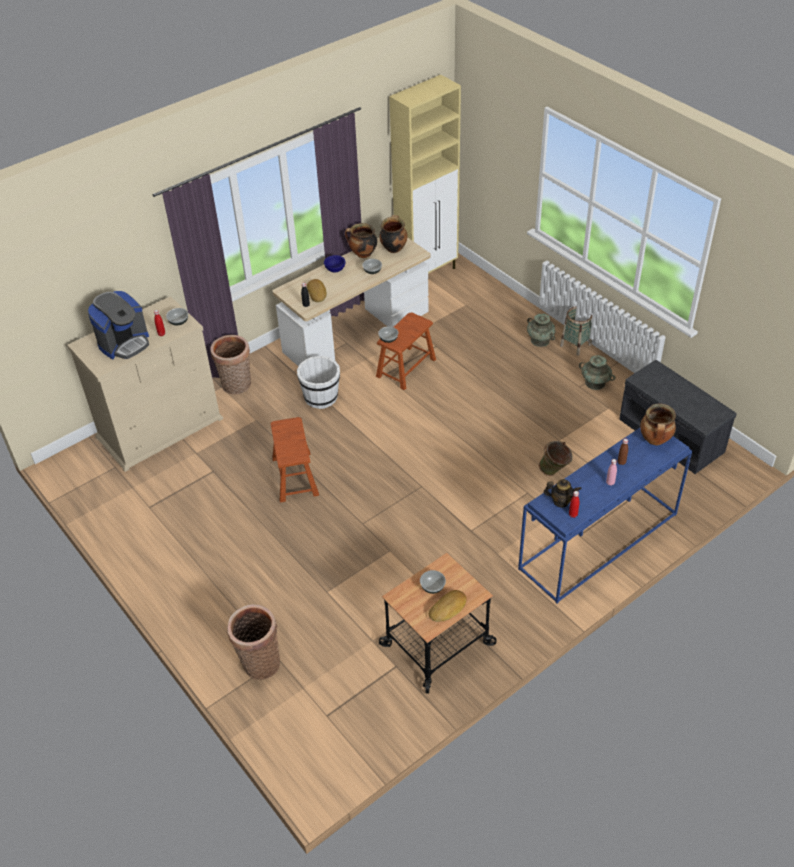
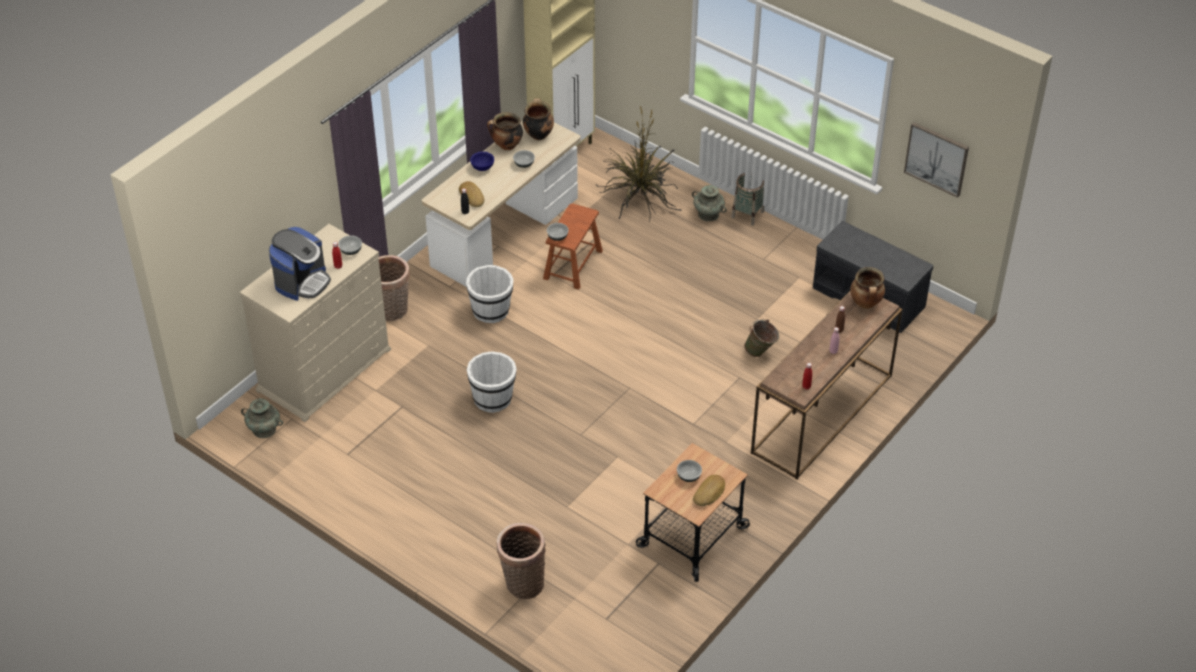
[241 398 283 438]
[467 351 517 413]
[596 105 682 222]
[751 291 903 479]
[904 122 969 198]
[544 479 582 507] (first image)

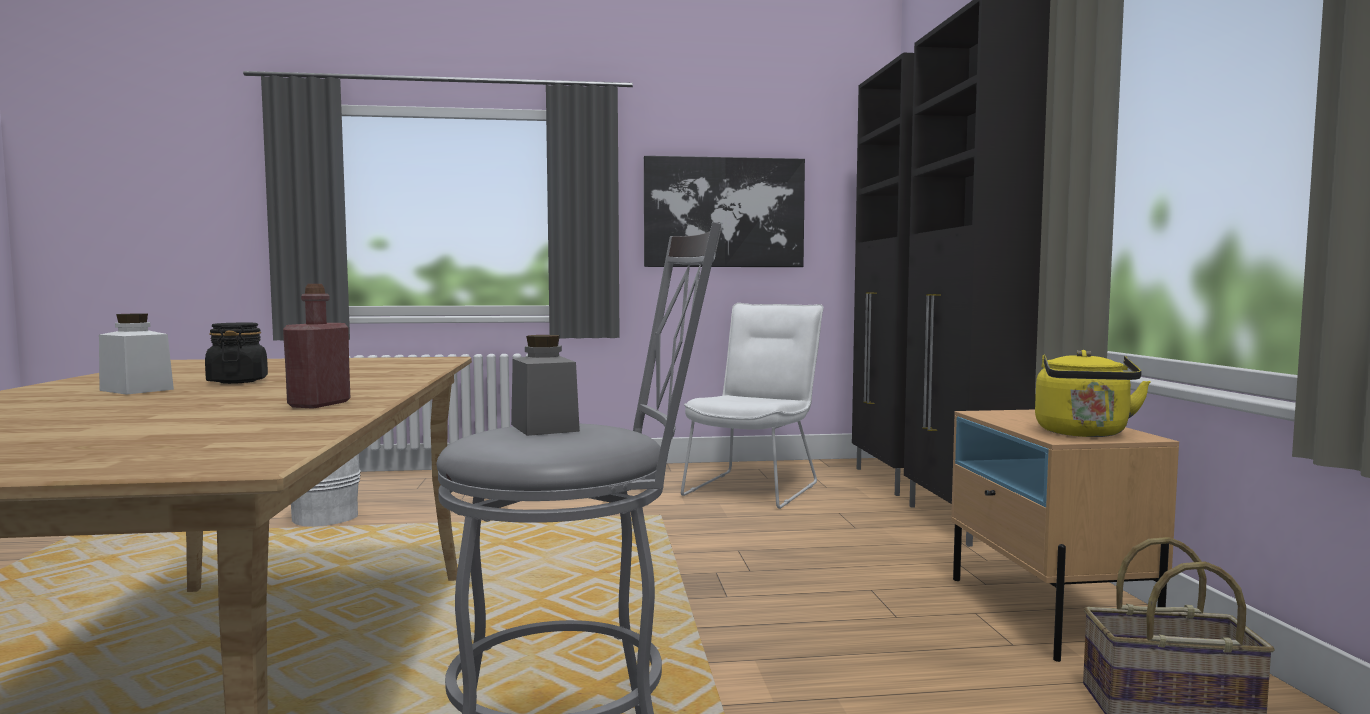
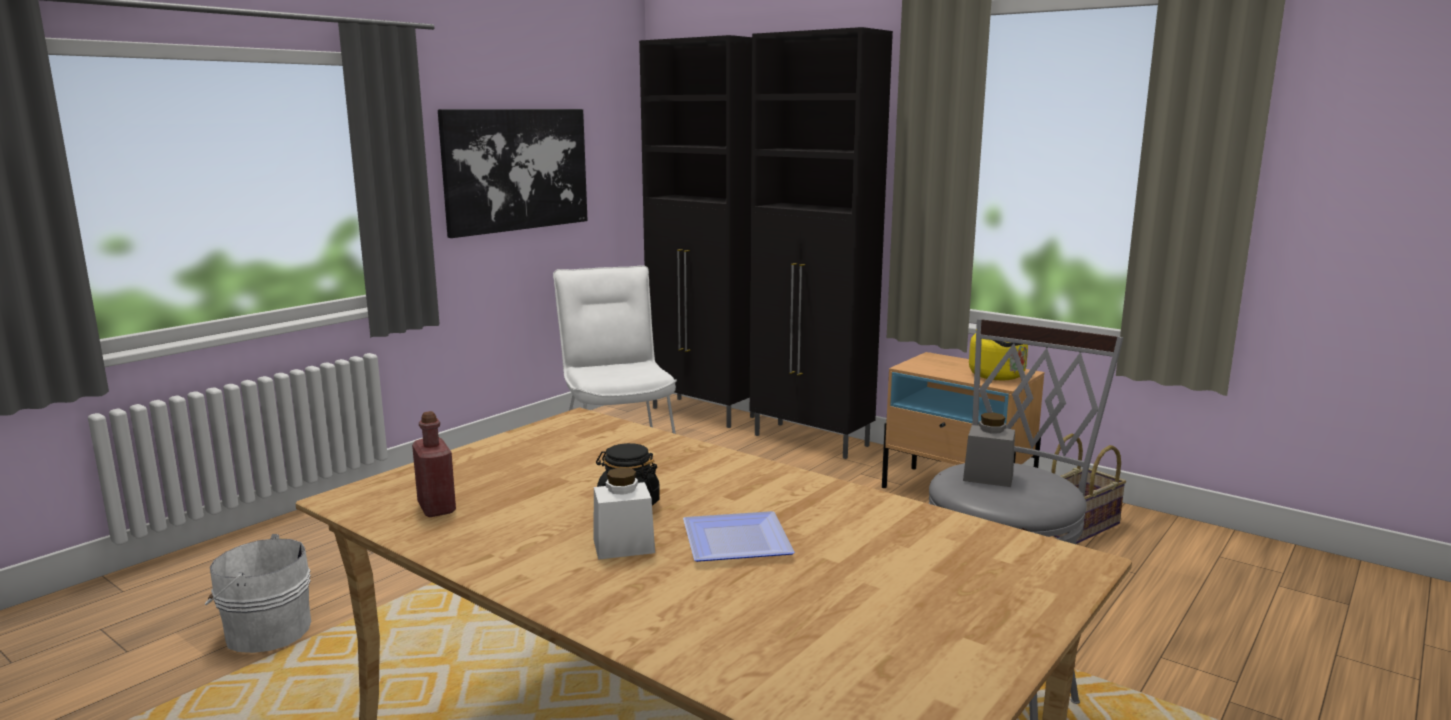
[412 411 456 517]
[683 511 795 562]

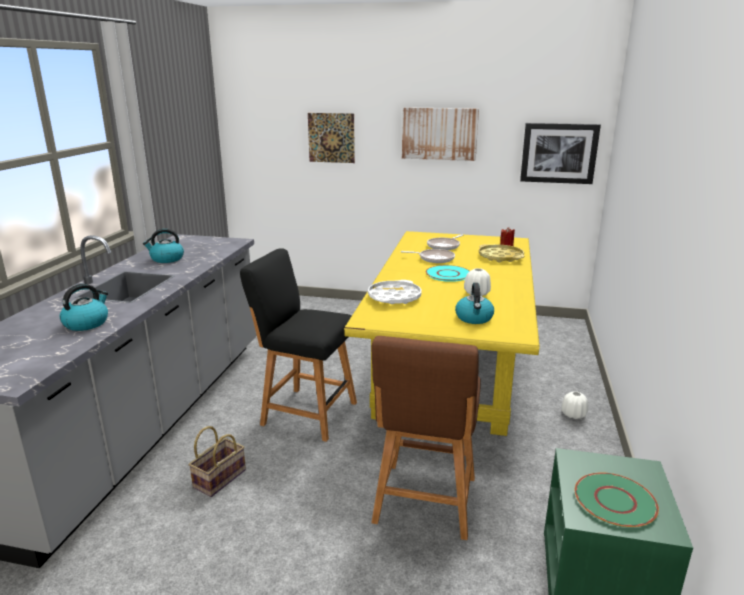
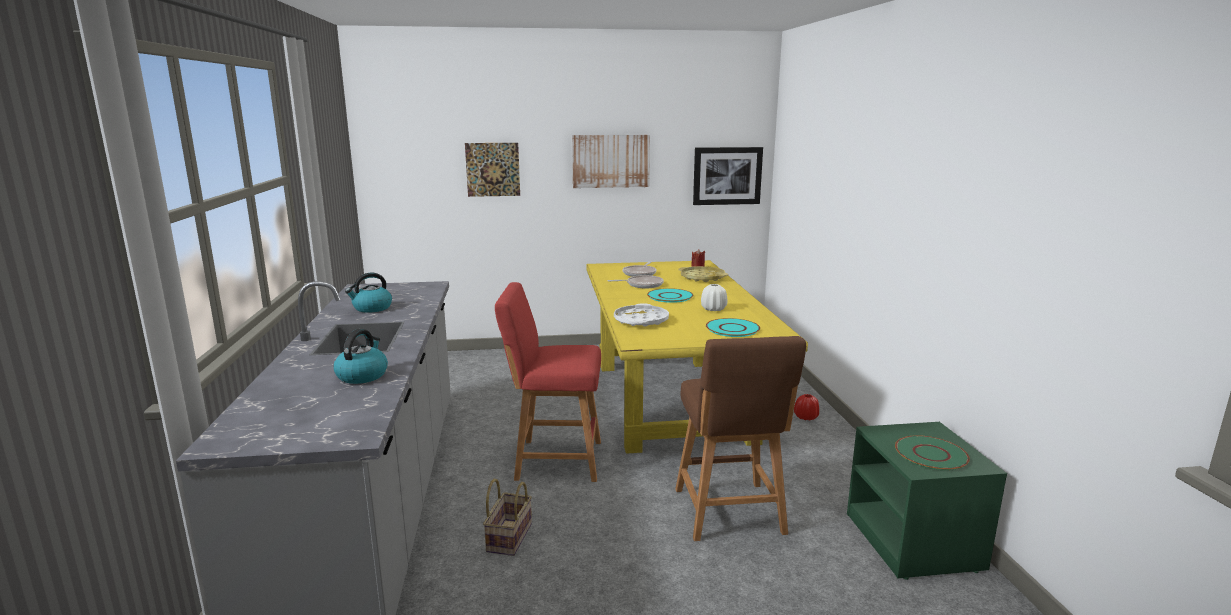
[495 282 601 482]
[706 318 760 337]
[794 394 819 421]

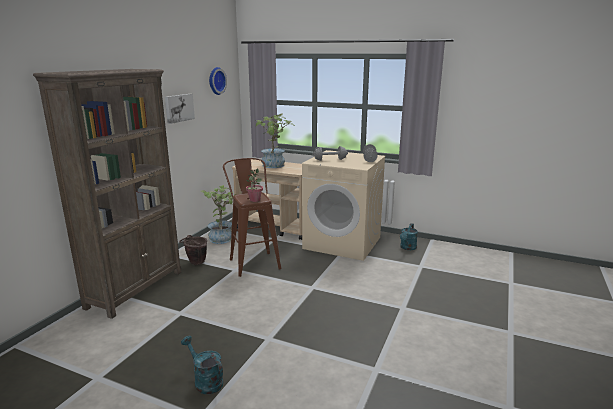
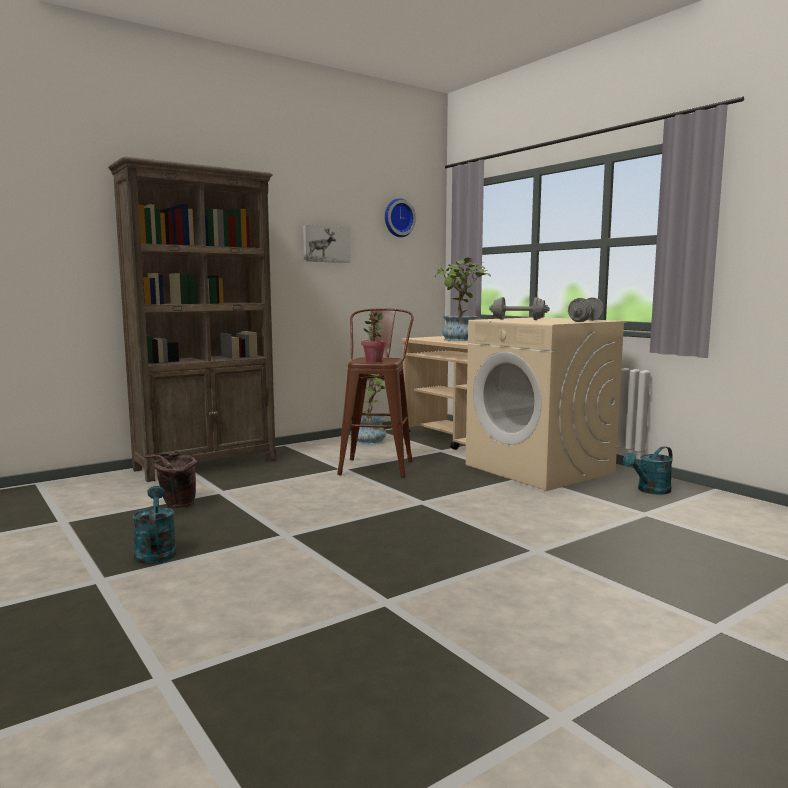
[144 451 197 508]

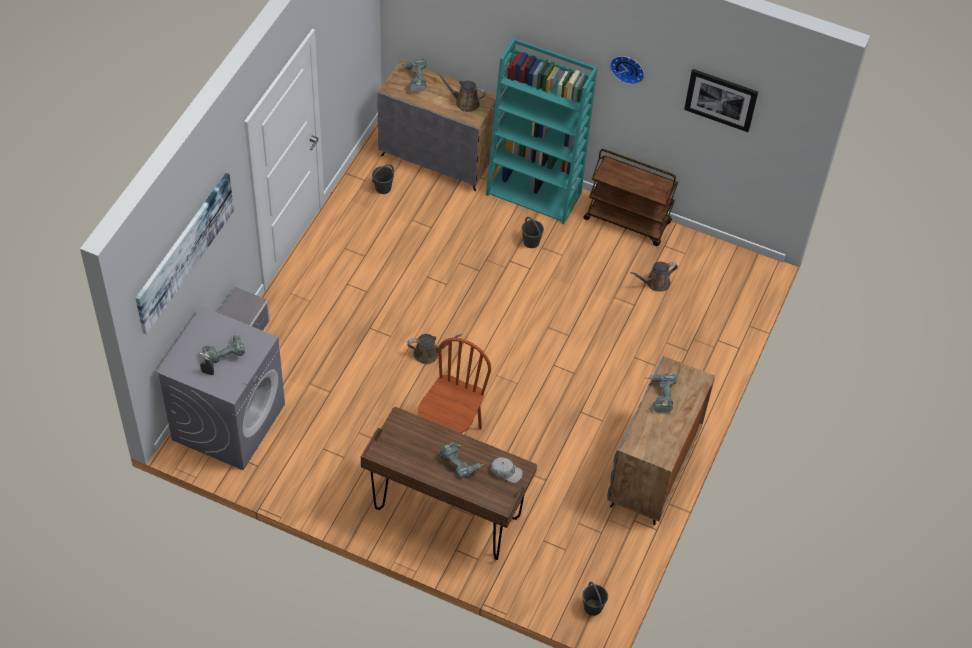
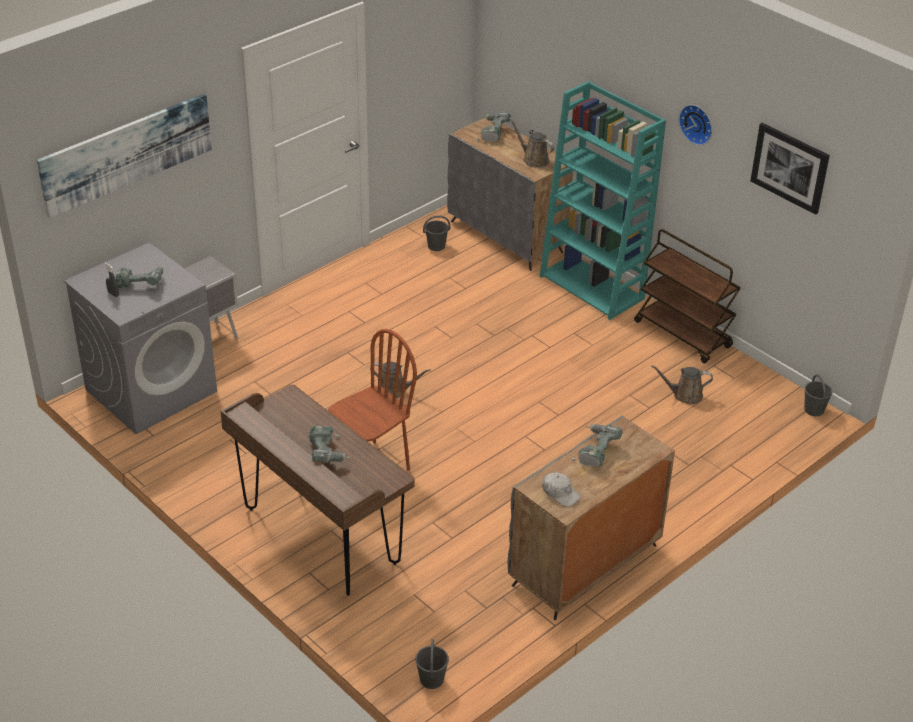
[542 473 581 507]
[804 374 833 416]

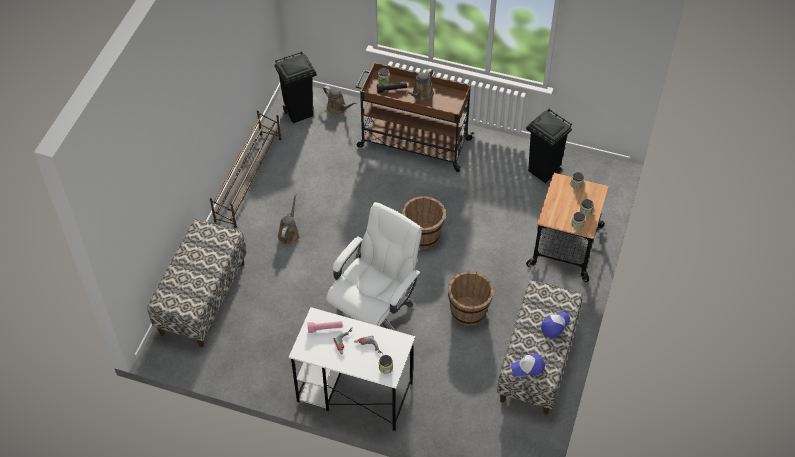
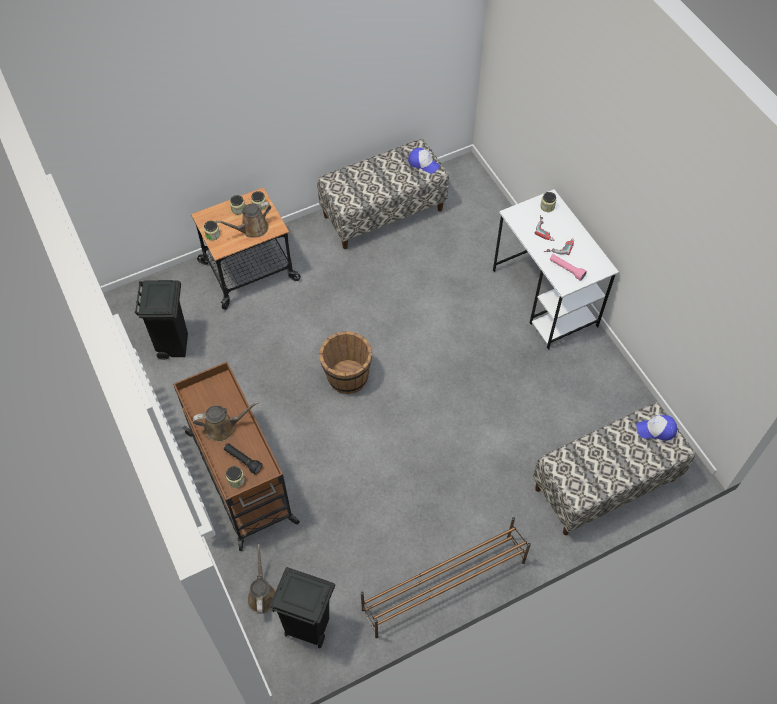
[216 202 271 238]
[637 415 677 441]
[326 202 422 331] (first image)
[448 271 494 326] (first image)

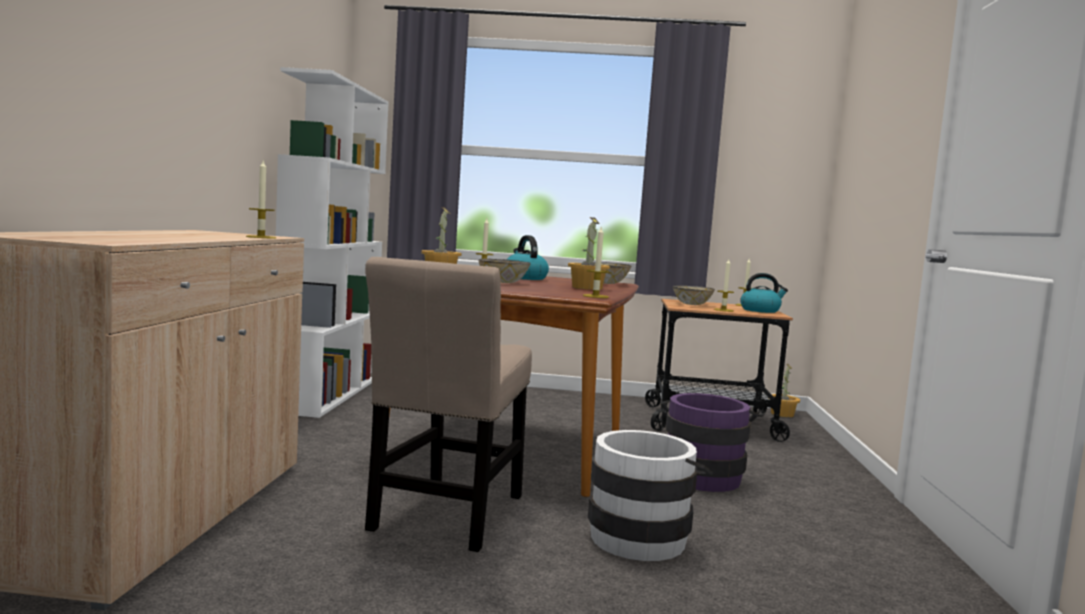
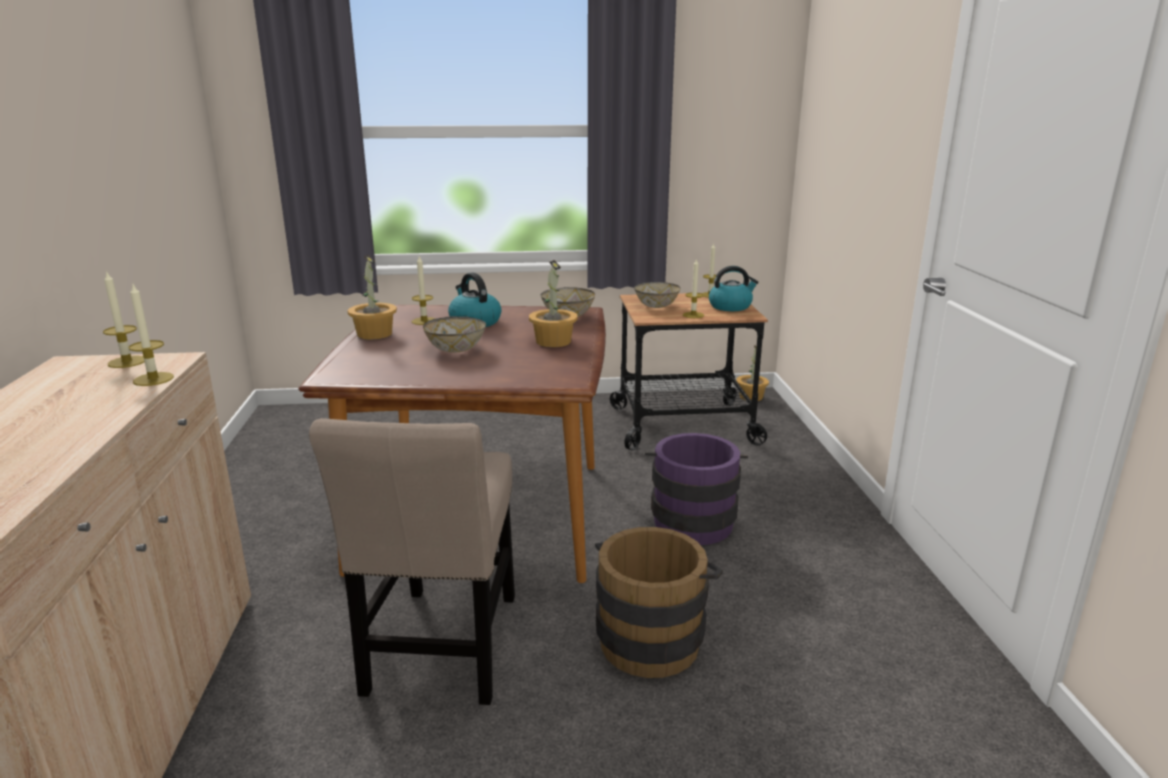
[103 270 144 368]
[595 527 723 678]
[276 67 389 418] (first image)

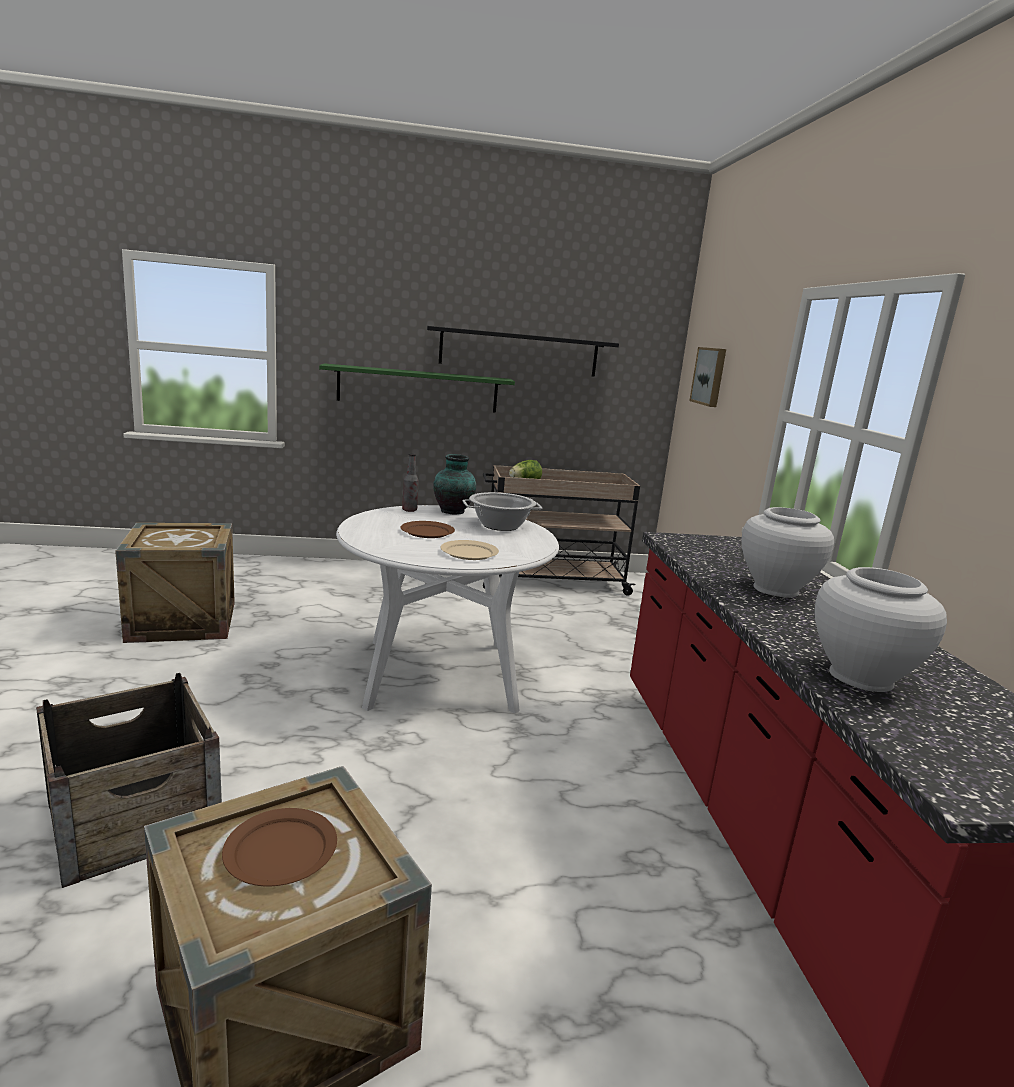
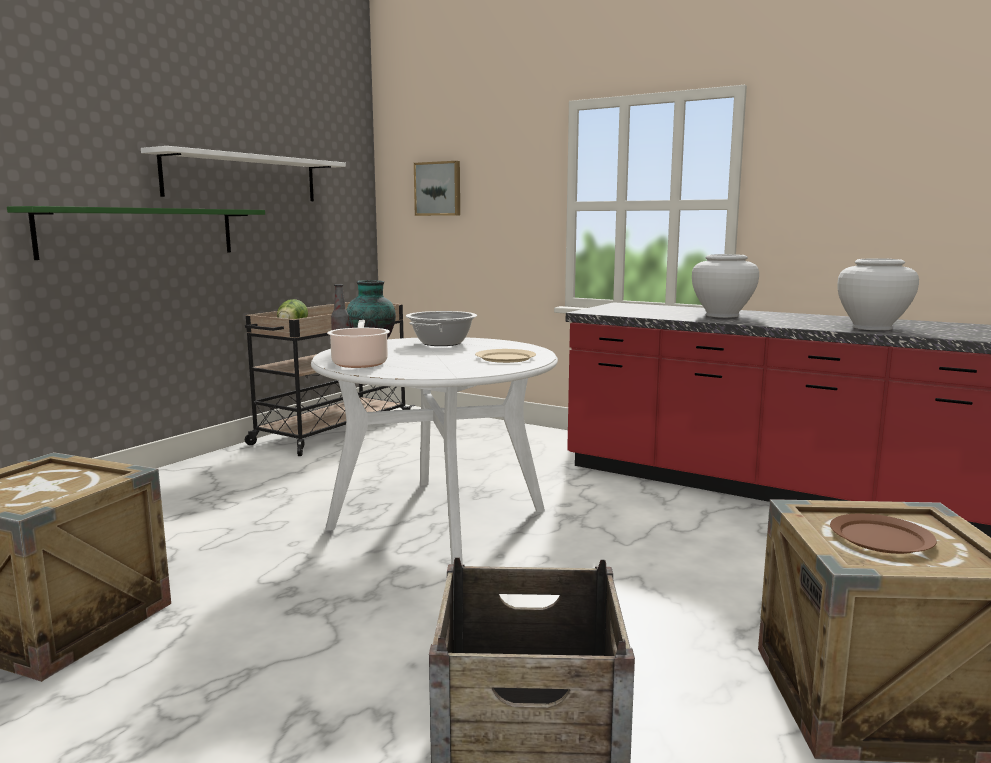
[141 146 346 201]
[327 320 390 368]
[401 521 455 538] (first image)

